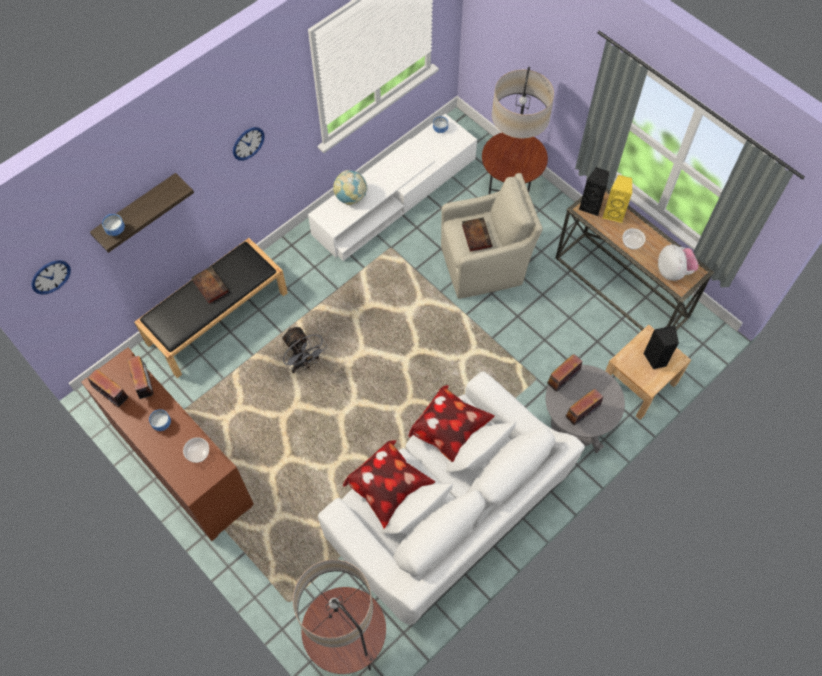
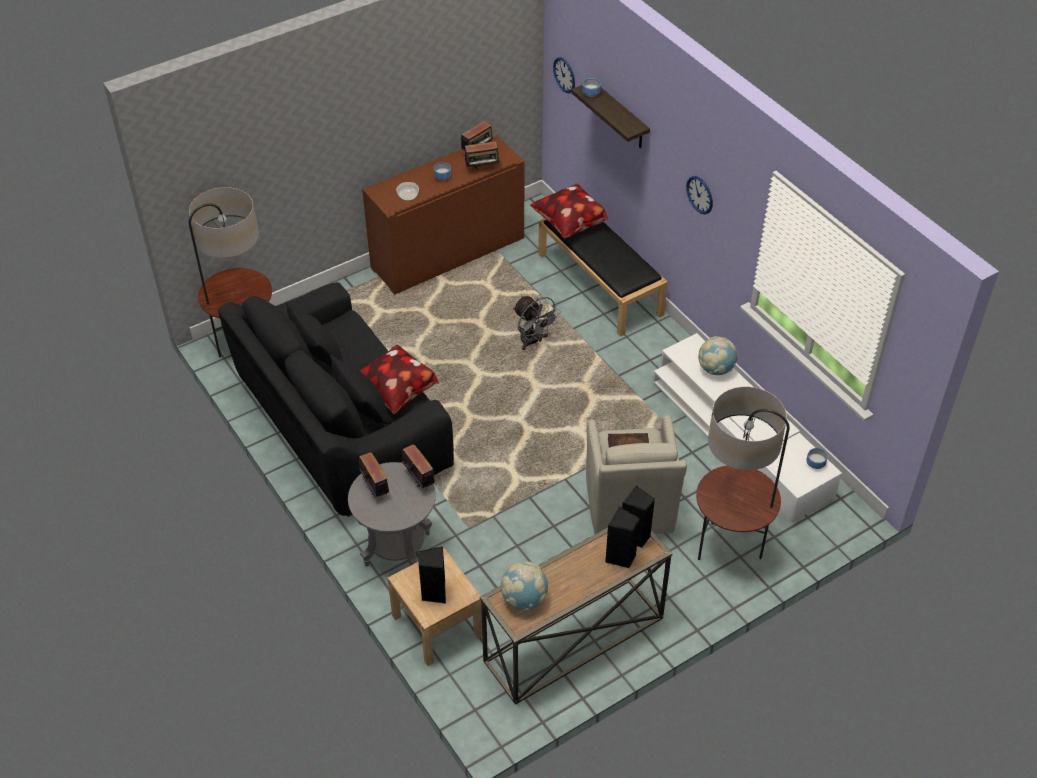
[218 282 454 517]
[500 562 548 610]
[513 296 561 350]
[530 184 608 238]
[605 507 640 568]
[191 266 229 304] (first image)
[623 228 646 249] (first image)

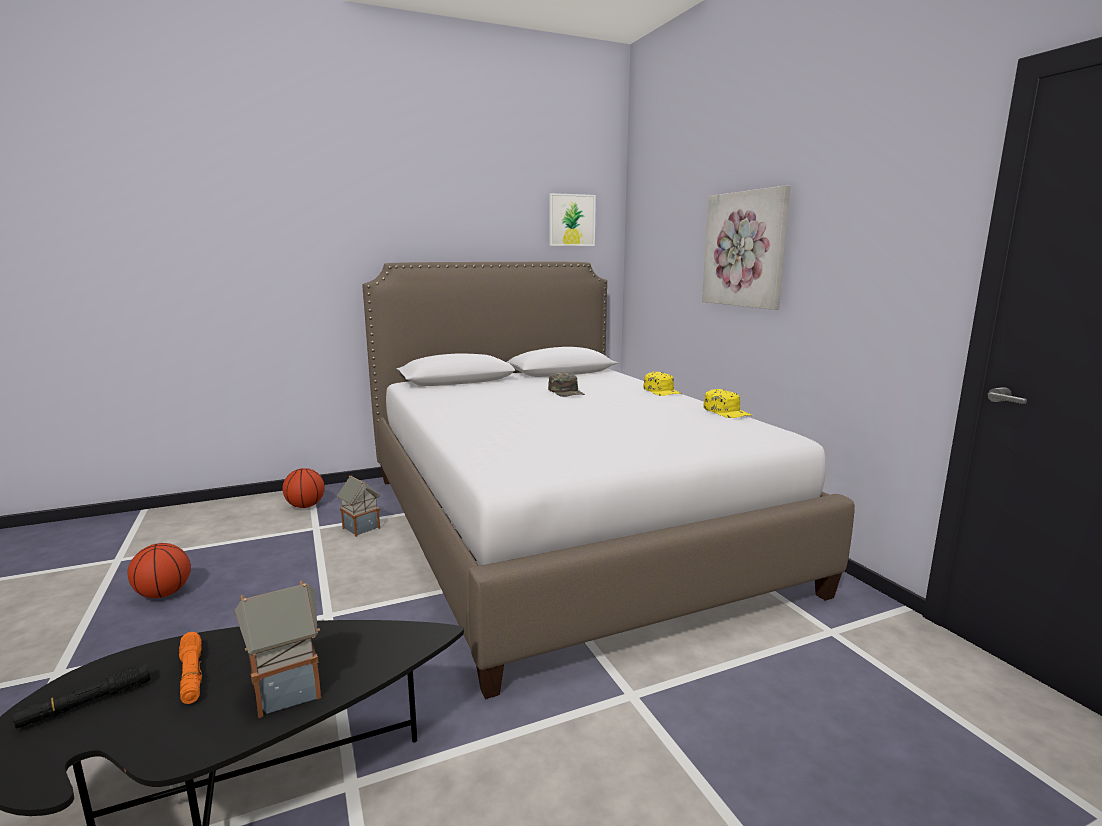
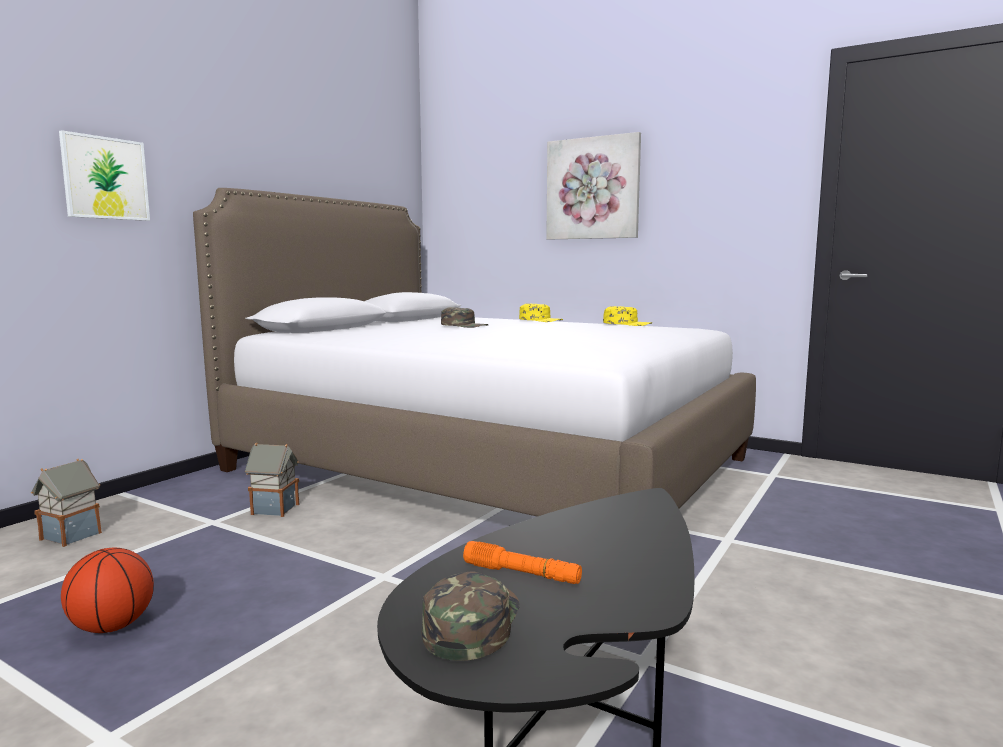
[31 459 102 547]
[59 130 150 221]
[421 571 520 661]
[282 468 325 508] (first image)

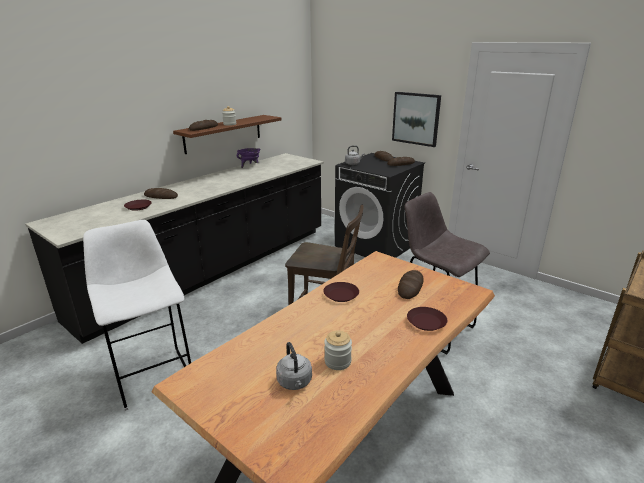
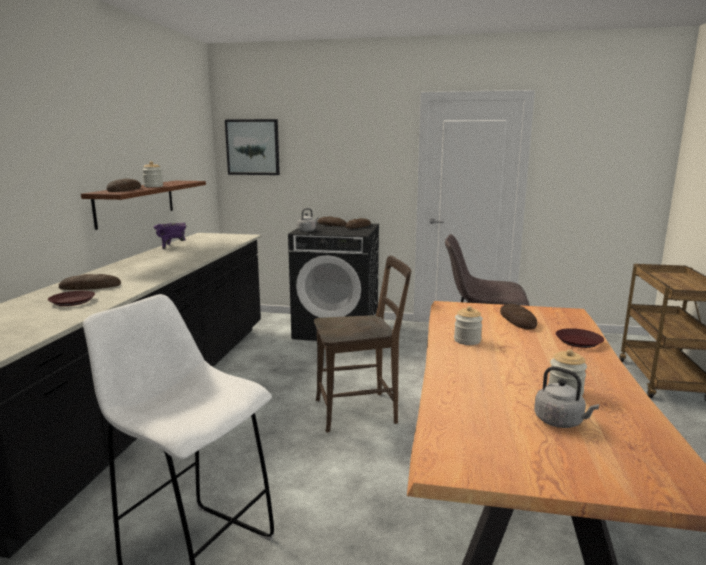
[225 119 280 175]
[454 306 483 345]

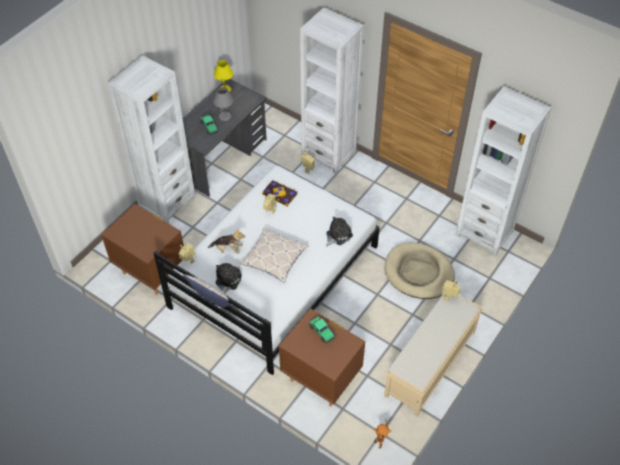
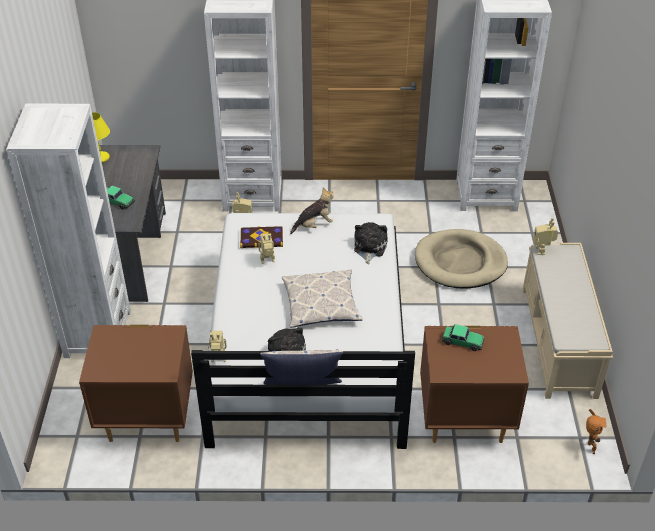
[290 187 334 234]
[213 87 233 121] (first image)

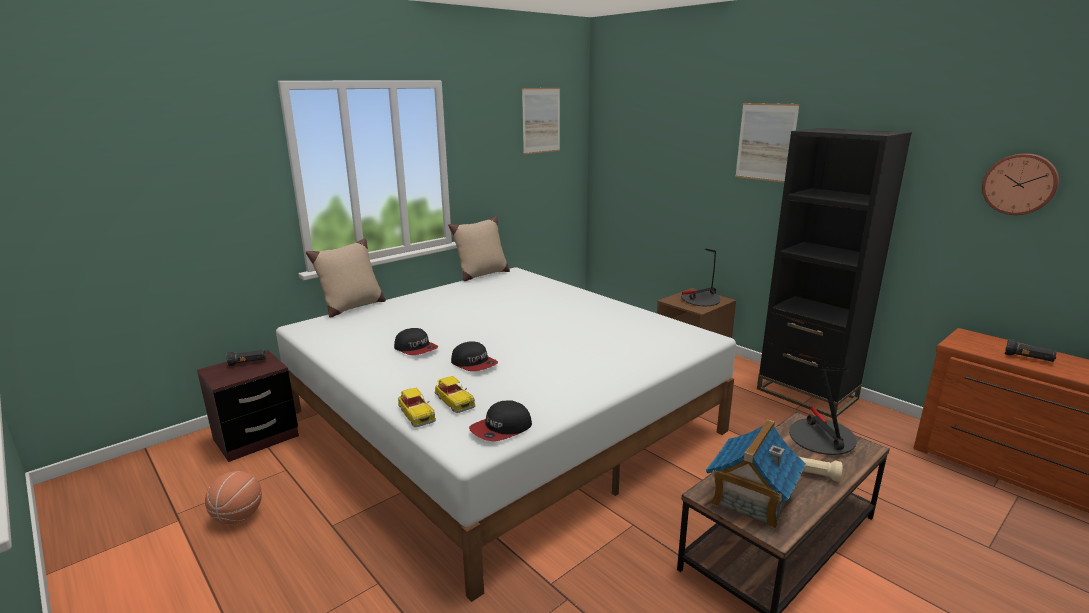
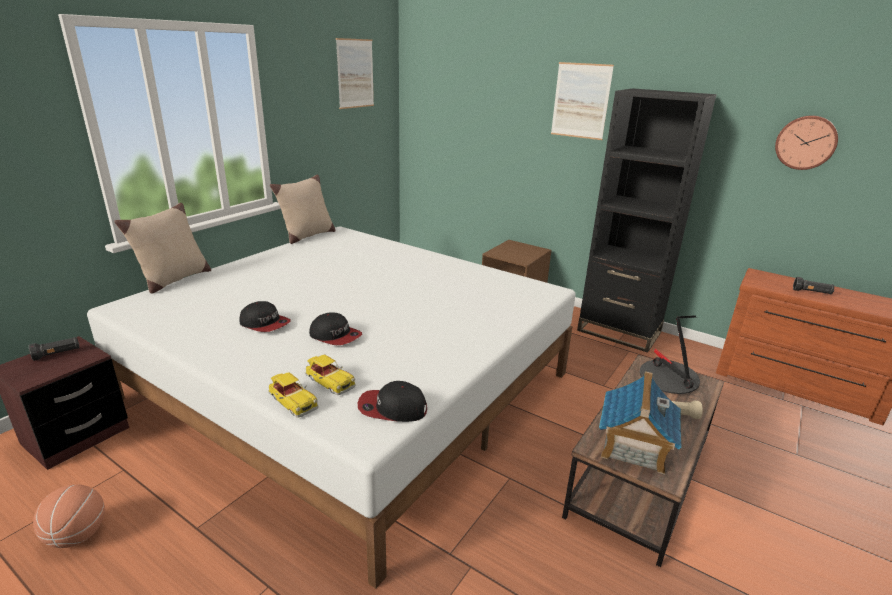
[358 381 427 422]
[681 248 721 306] (first image)

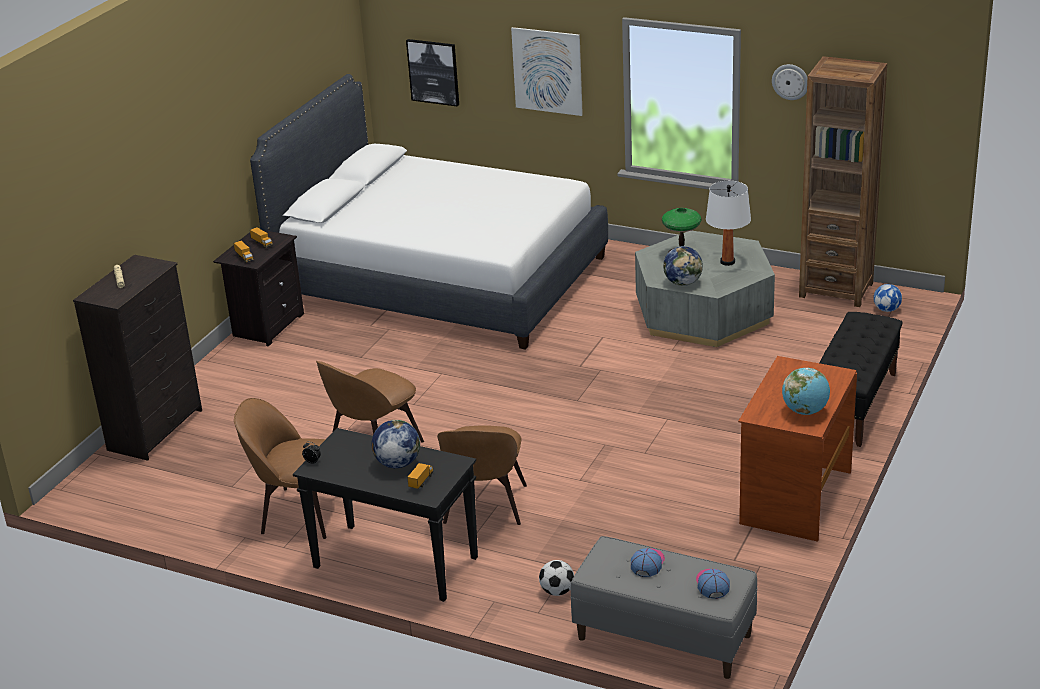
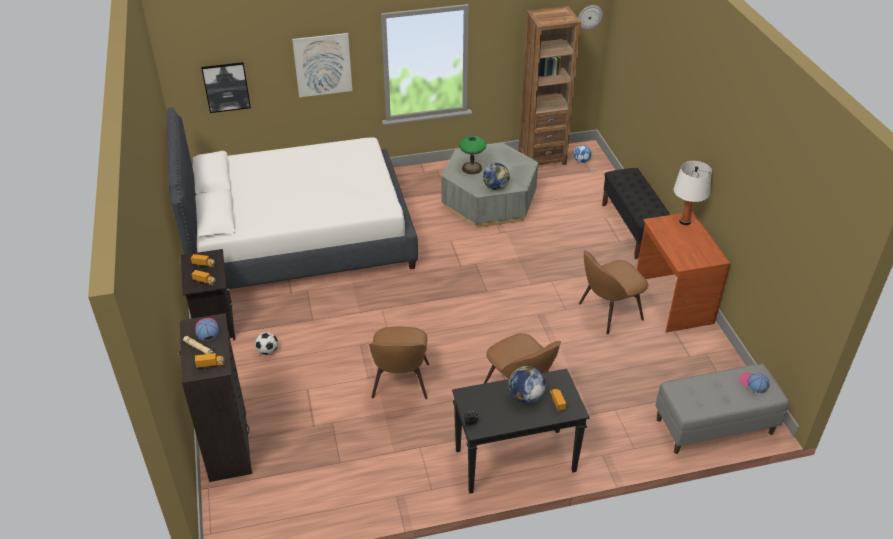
[195 318 219 341]
[195 353 225 369]
[255 332 278 355]
[578 5 603 29]
[579 251 648 335]
[674 161 712 225]
[782 368 830 415] (first image)

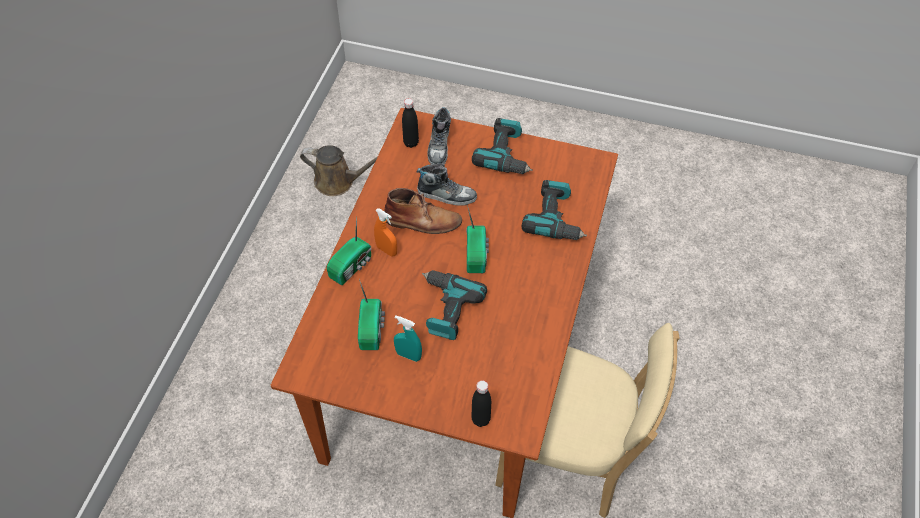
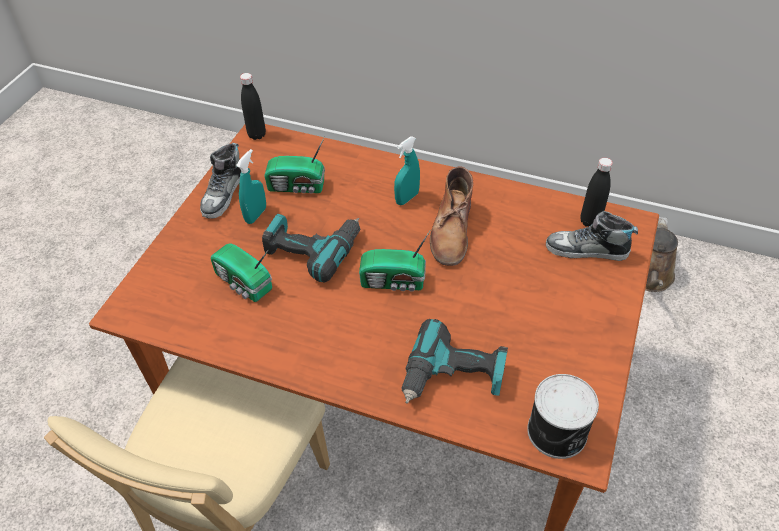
[200 143 241 219]
[211 243 272 302]
[240 73 266 140]
[394 136 420 205]
[527 374 599 459]
[472 118 533 174] (first image)

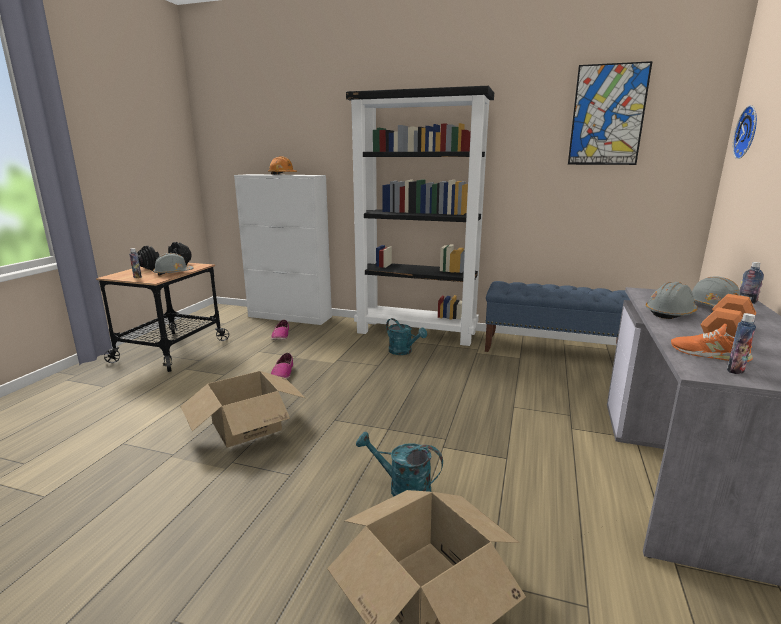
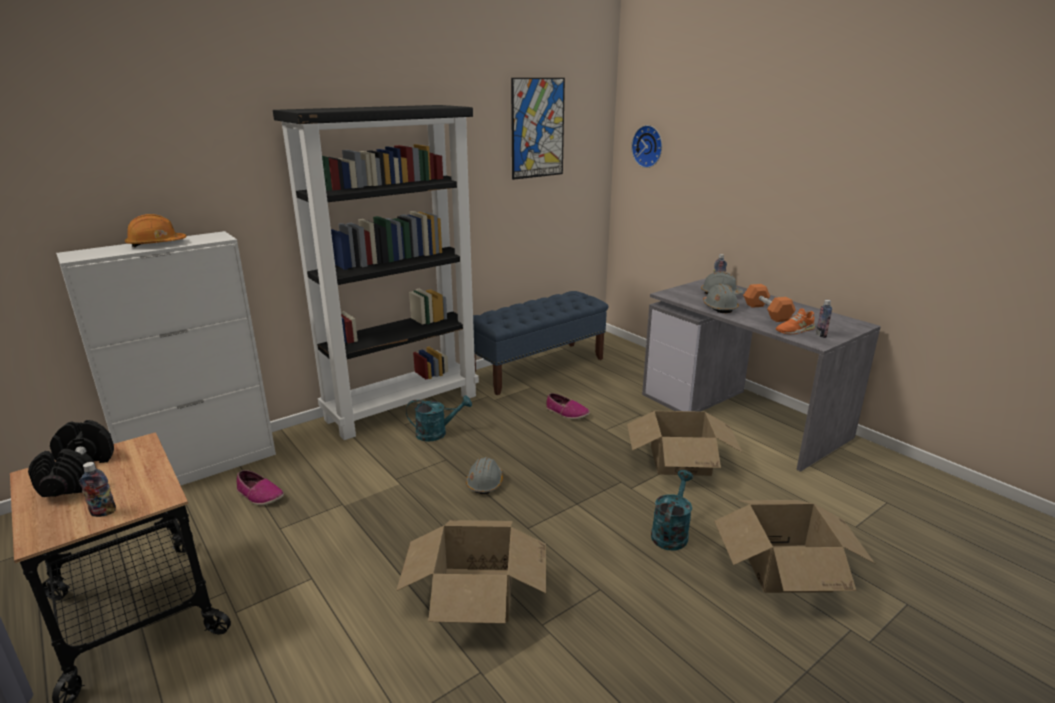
[466 457 503 494]
[546 393 590 419]
[627 411 743 476]
[651 470 693 550]

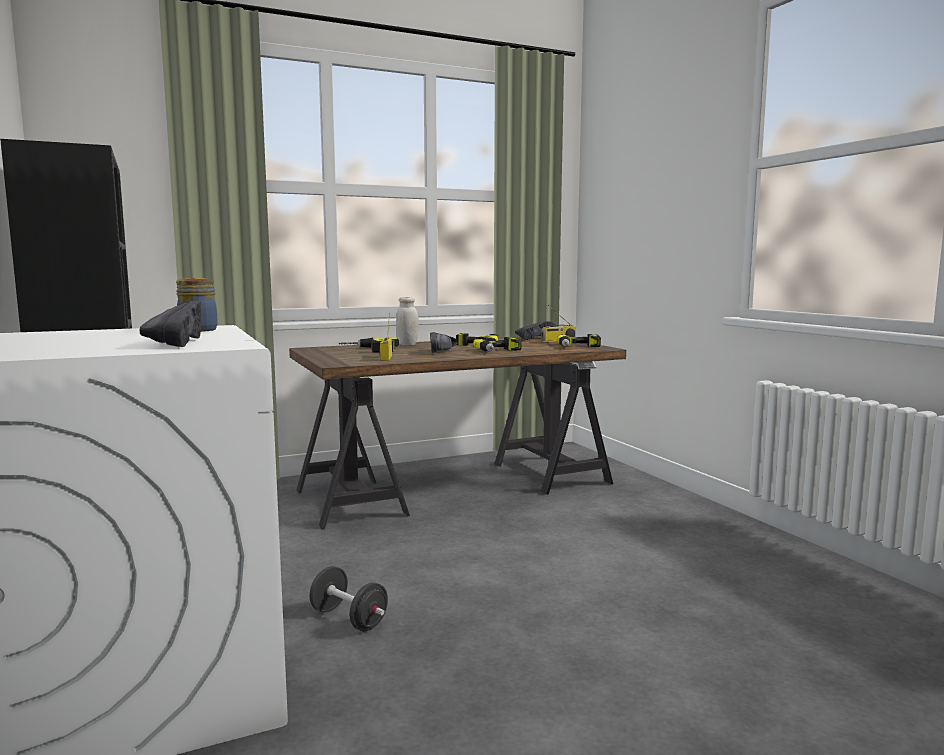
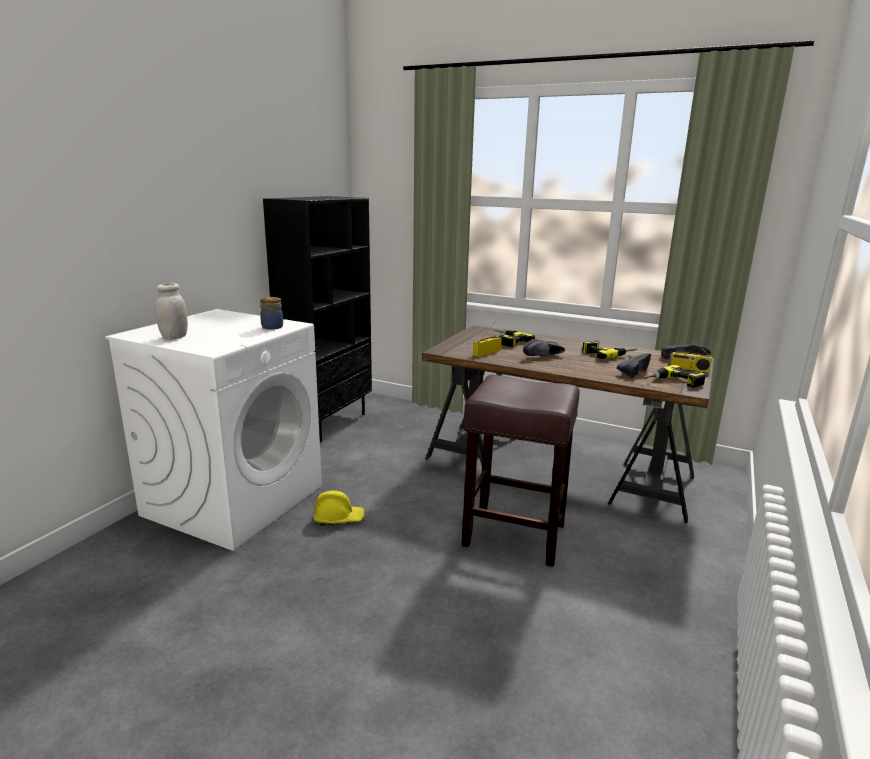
[156 283 188 340]
[314 491 365 526]
[461 375 580 567]
[617 353 651 378]
[473 337 522 351] (first image)

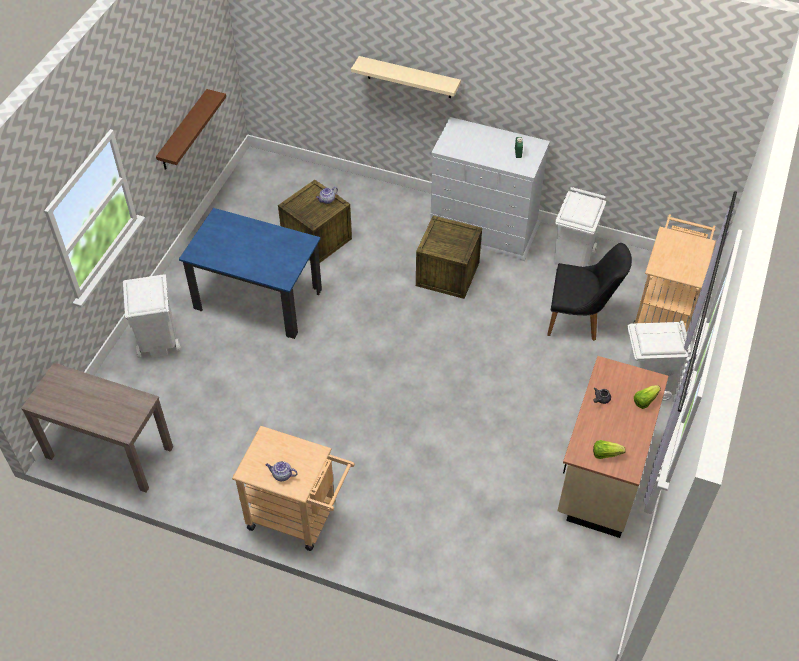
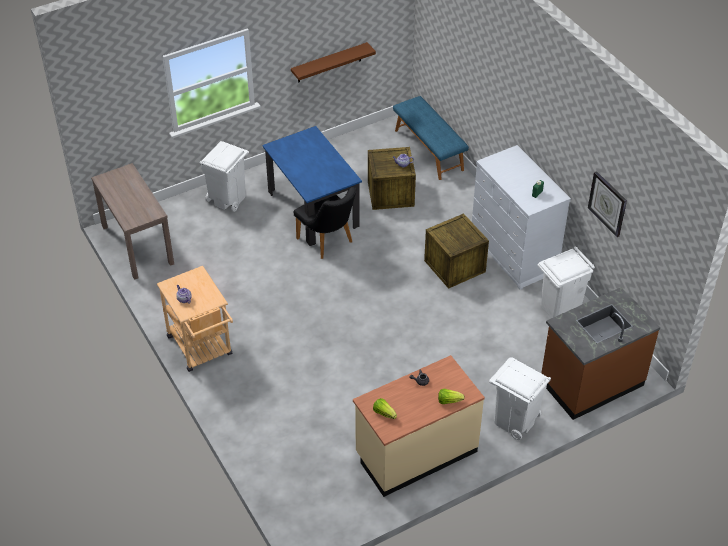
[293 187 356 259]
[393 96 469 180]
[541 287 660 420]
[588 171 627 237]
[351 56 461 98] (first image)

